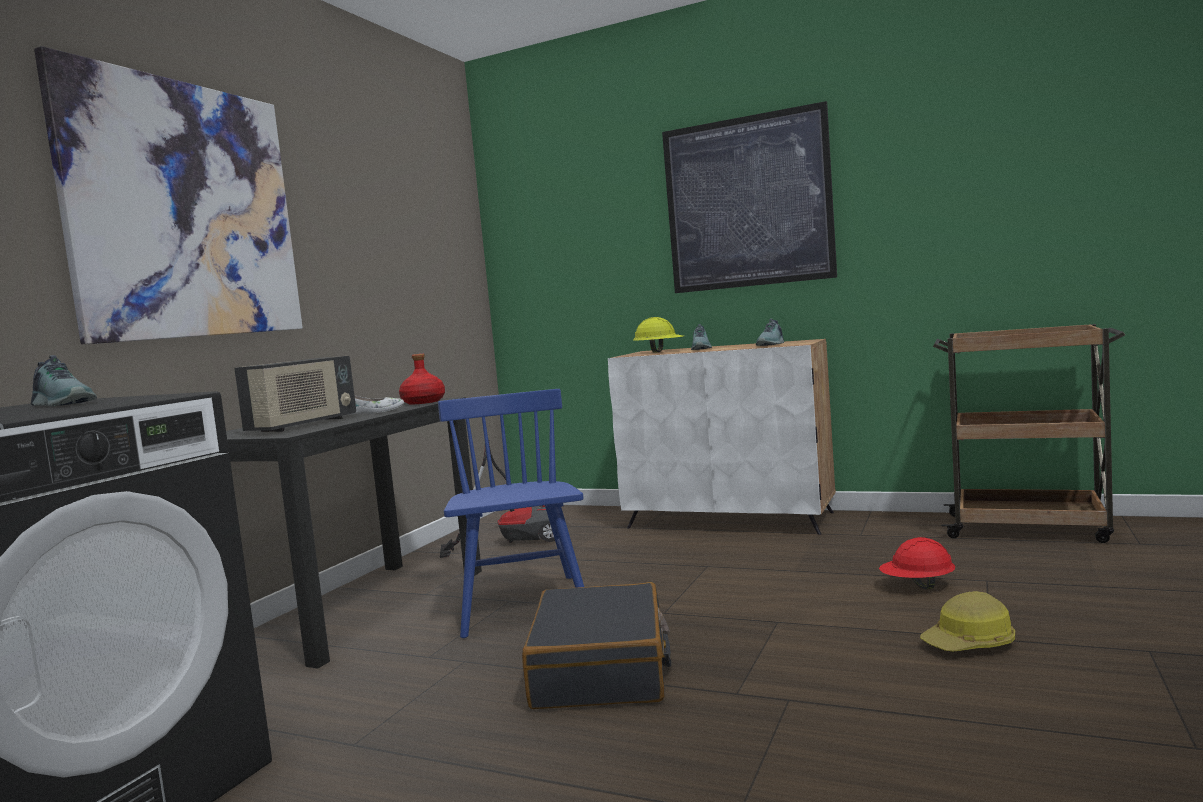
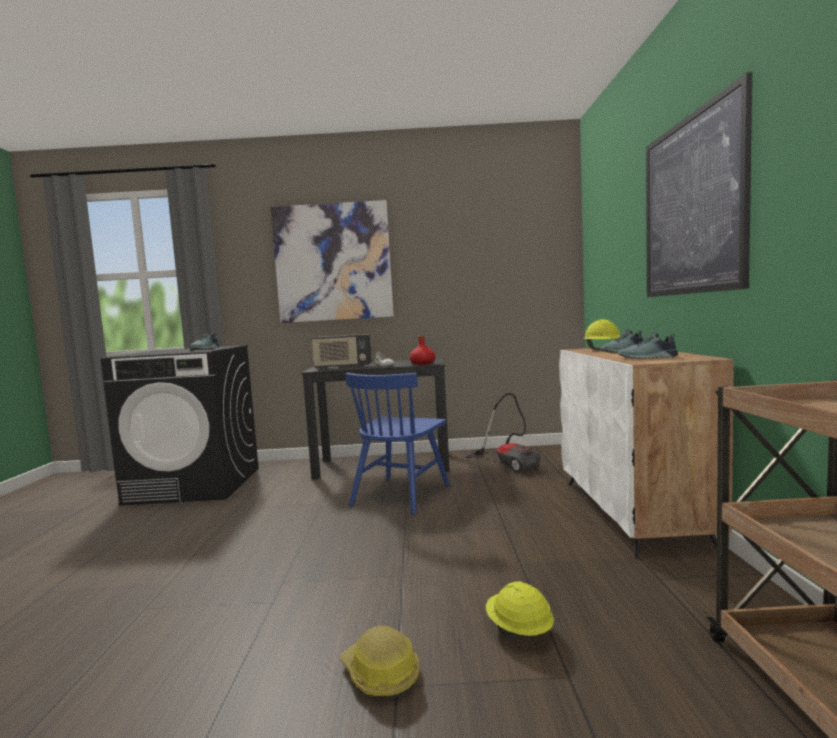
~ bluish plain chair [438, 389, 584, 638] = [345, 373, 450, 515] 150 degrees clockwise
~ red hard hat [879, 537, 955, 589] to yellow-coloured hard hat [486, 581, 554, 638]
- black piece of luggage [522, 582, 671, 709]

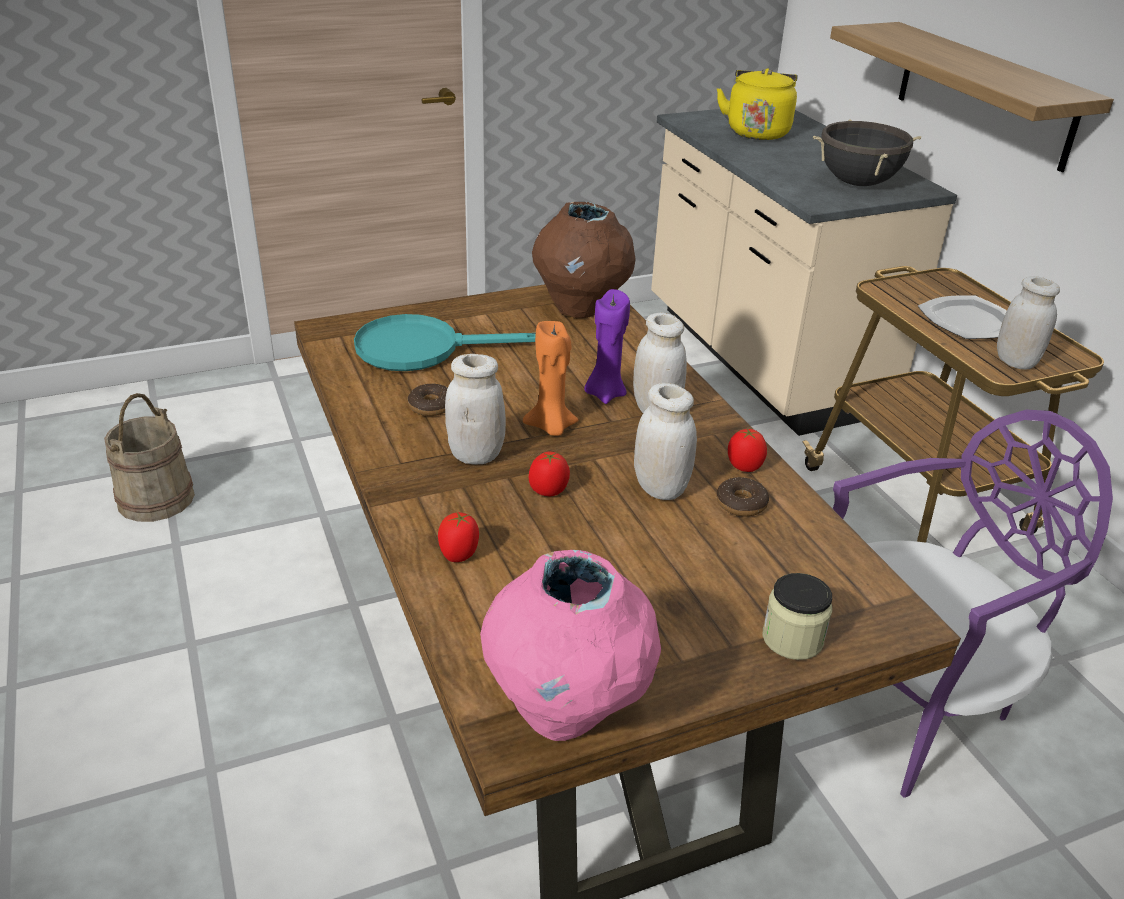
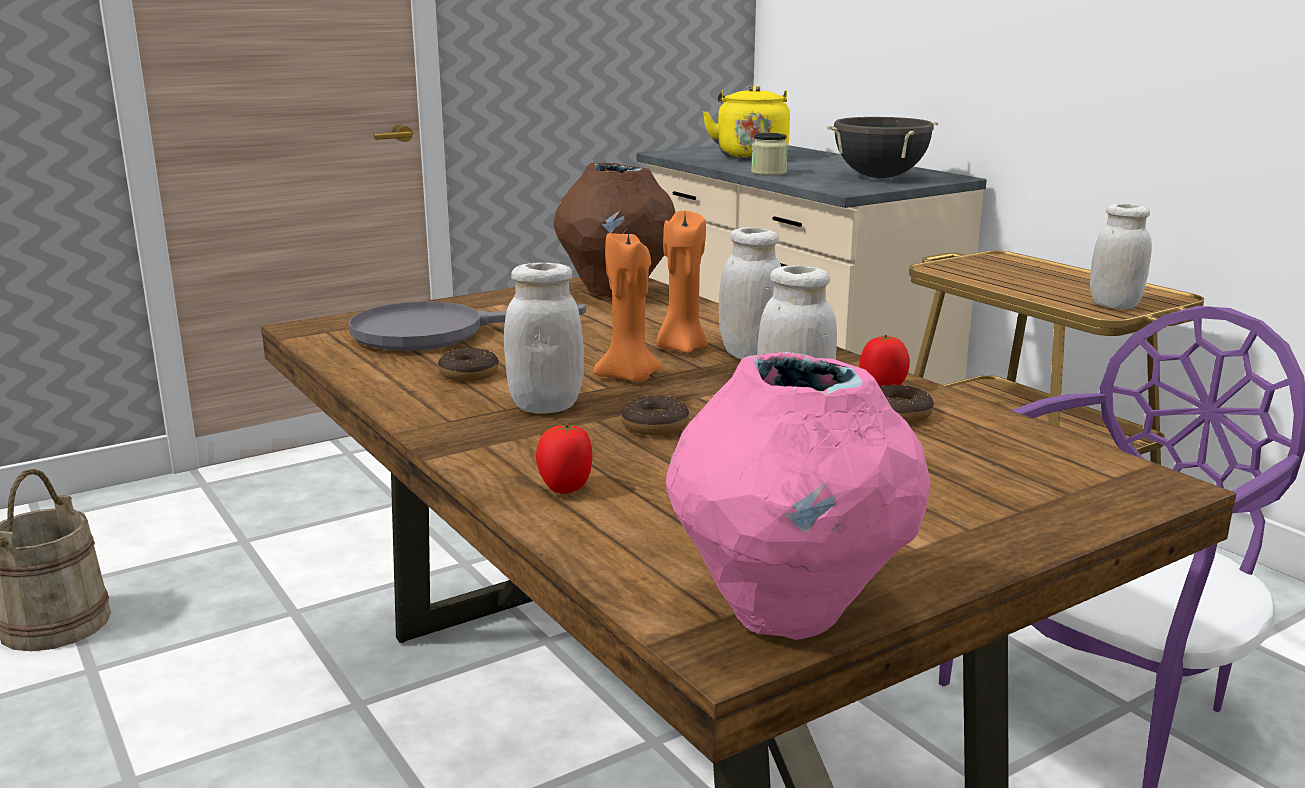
~ blue-green skillet [354, 314, 536, 371] to grey skillet [349, 301, 586, 351]
~ tomato [529, 452, 570, 496] to ring doughnut [621, 396, 689, 436]
~ purple wax light [584, 289, 630, 404] to orange wax light [656, 211, 708, 353]
~ storage jar [762, 573, 832, 660] to [751, 133, 788, 176]
- wall shelf [830, 22, 1114, 172]
- dinner plate [918, 295, 1007, 339]

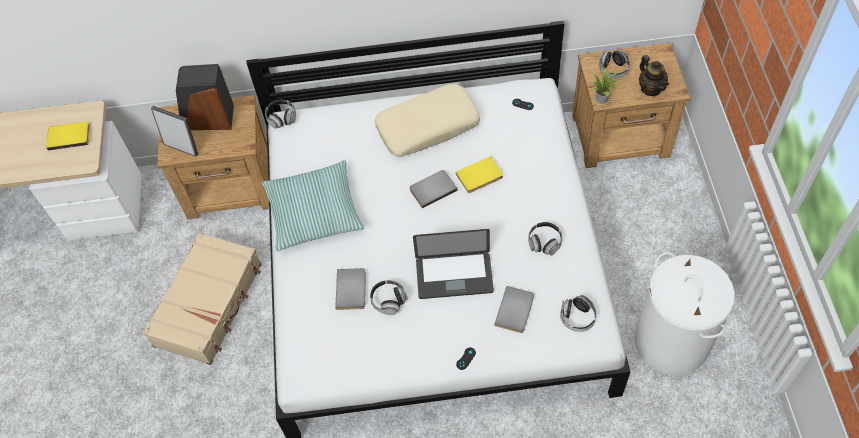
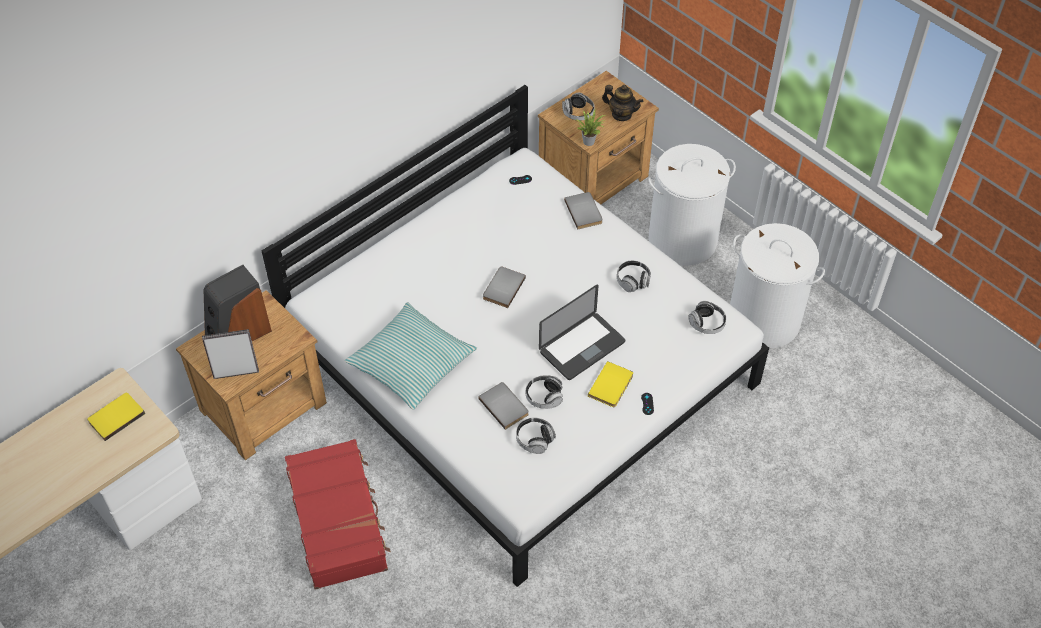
~ beige-coloured piece of luggage [143, 233, 262, 365] to red piece of luggage [285, 439, 391, 589]
~ headphones [265, 100, 296, 129] to [516, 418, 556, 454]
~ grey book [494, 286, 534, 333] to [564, 192, 603, 230]
~ yellow-coloured book [456, 156, 503, 193] to [588, 361, 633, 407]
+ white laundry basket [648, 144, 736, 266]
- beige-coloured throw pillow [375, 84, 480, 157]

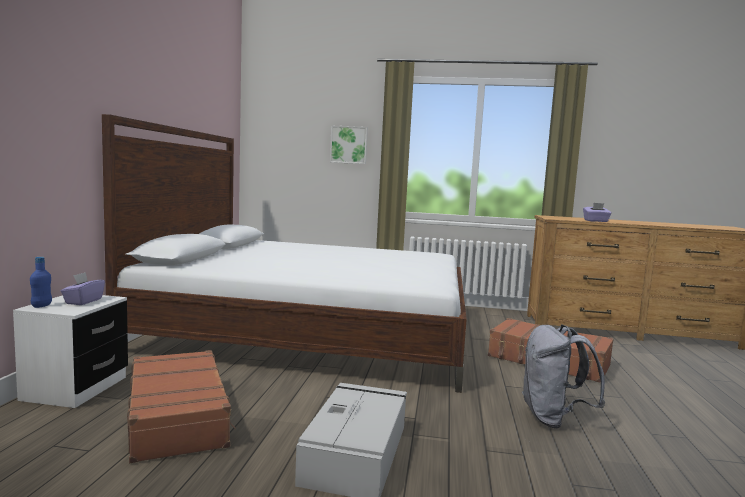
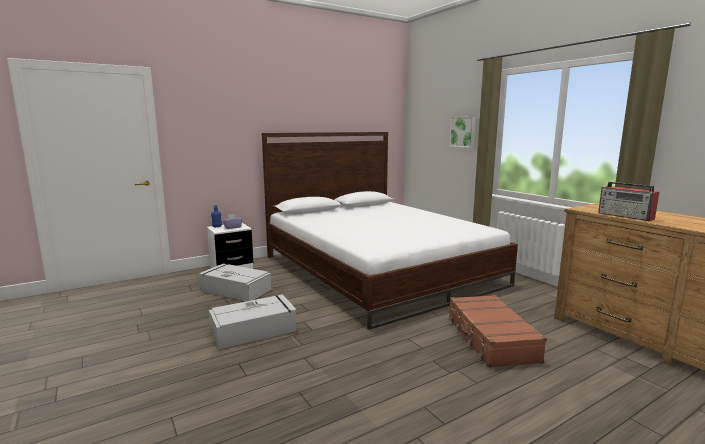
~ brownish piece of luggage [127, 350, 236, 463] to grey storage container [199, 263, 271, 301]
~ purple tissue holder [583, 203, 612, 222] to radio set [598, 182, 660, 221]
- grey knapsack [522, 324, 605, 429]

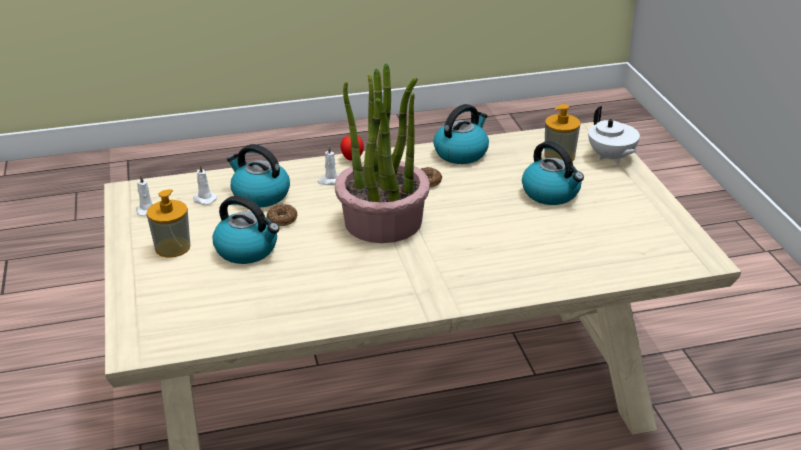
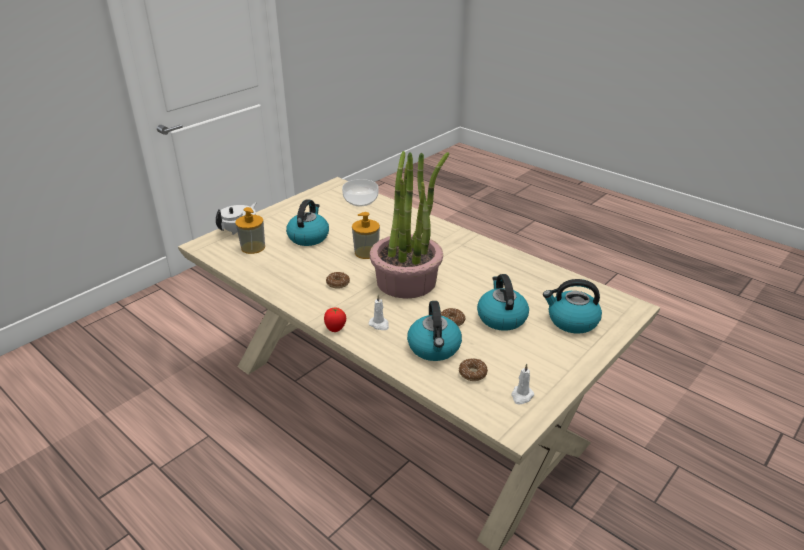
+ bowl [342, 179, 378, 206]
~ soap bottle [146, 189, 190, 258] to [352, 212, 380, 259]
~ white wax light [193, 164, 217, 205] to ring doughnut [459, 358, 488, 381]
~ kettle [433, 104, 489, 164] to [543, 279, 602, 334]

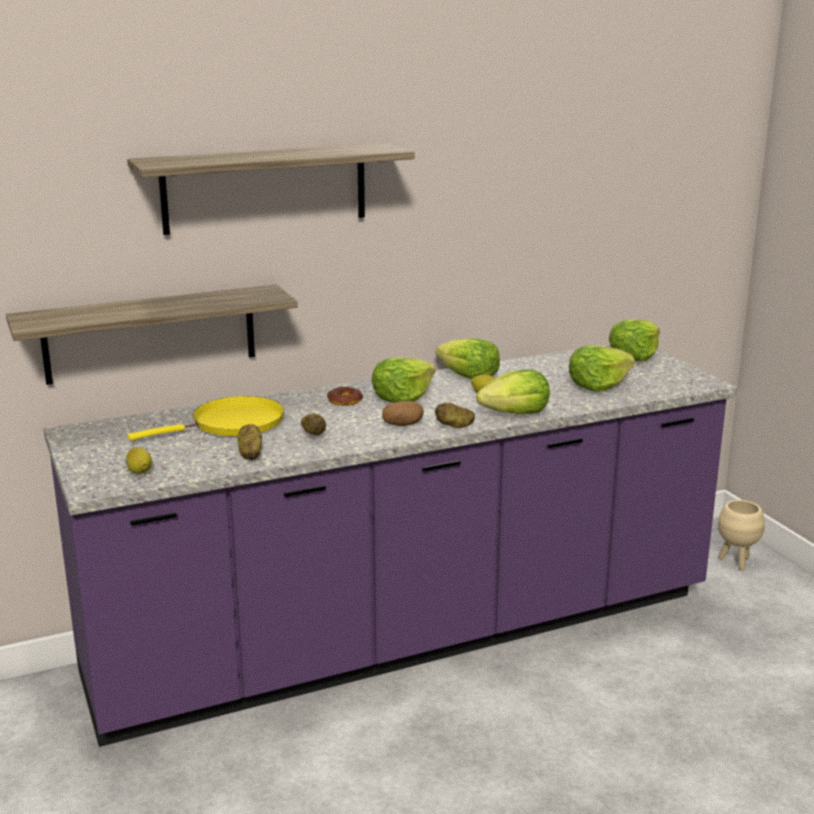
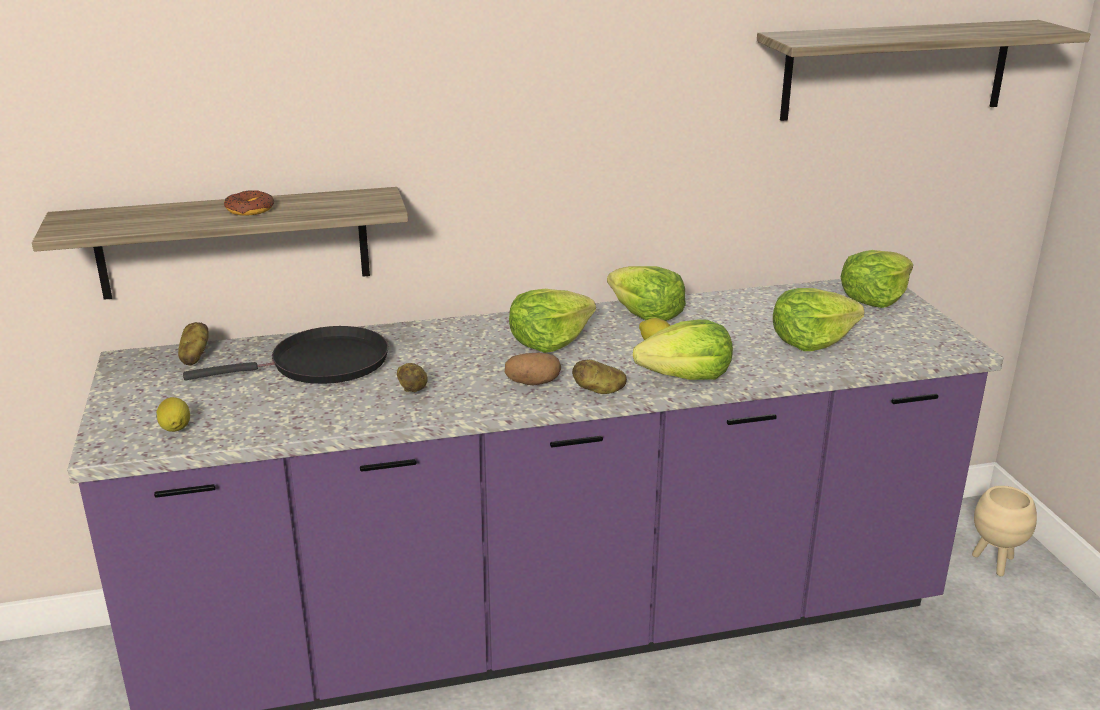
~ spud [238, 424, 262, 460] to [178, 322, 209, 366]
~ yellow-coloured skillet [128, 396, 284, 440] to black skillet [183, 326, 388, 384]
~ ring doughnut [327, 387, 363, 406] to [224, 190, 274, 215]
~ wall shelf [127, 143, 415, 235] to [757, 20, 1090, 121]

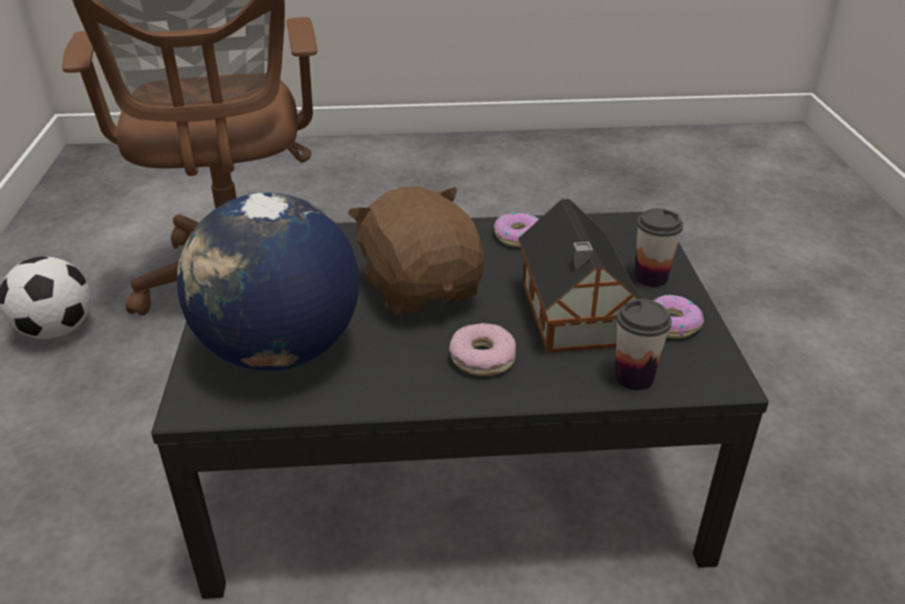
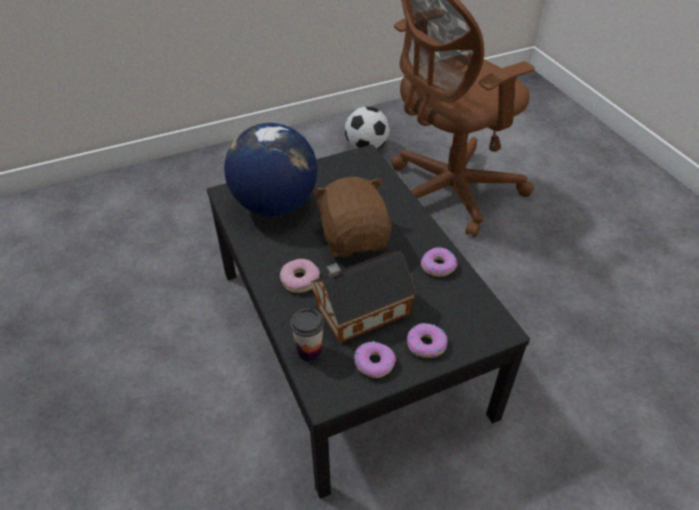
~ brownish soft toy [348, 186, 484, 316] = [312, 177, 392, 258] 60 degrees counterclockwise
~ small cup [634, 208, 683, 287] to ring doughnut [407, 323, 448, 358]

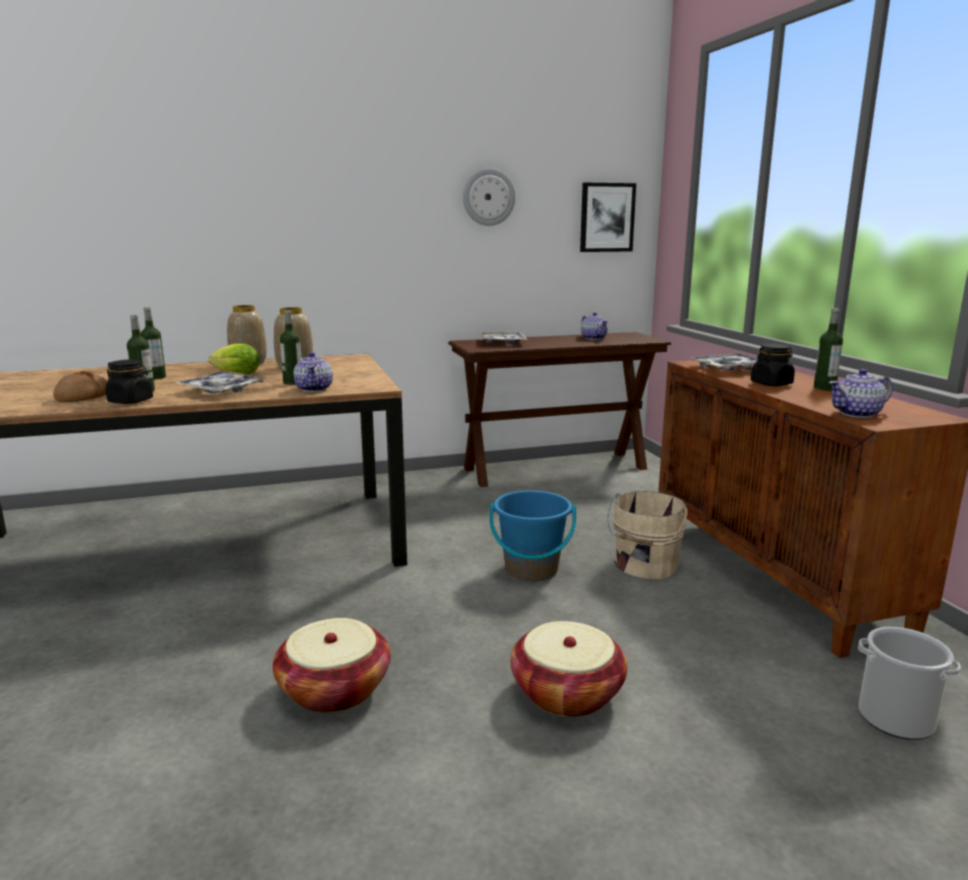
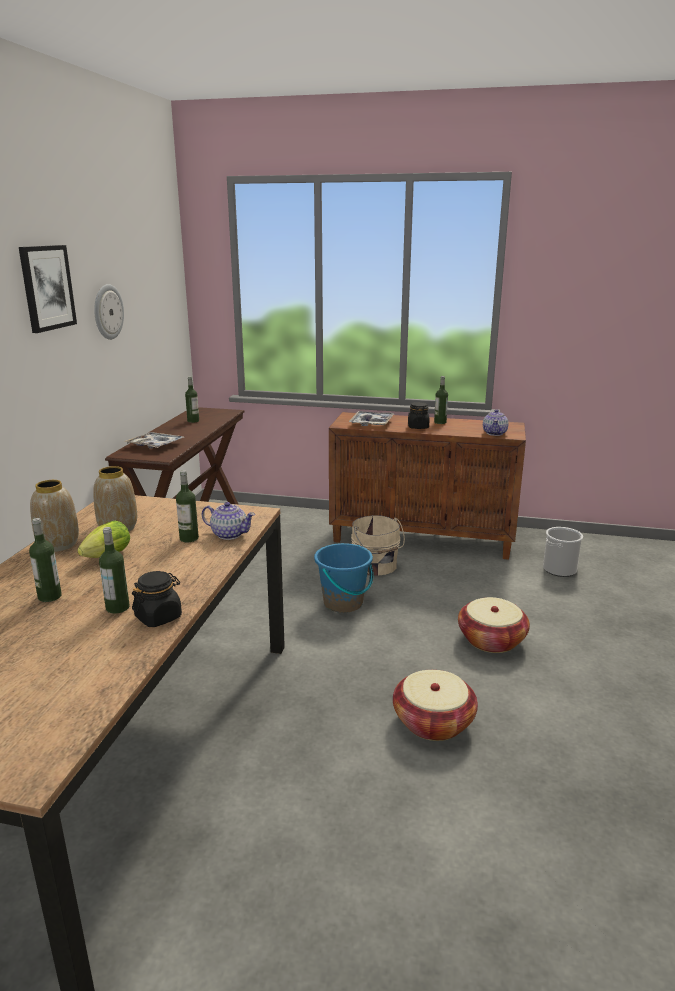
~ wall art [580, 182, 636, 252] to [19, 245, 77, 333]
~ teapot [581, 312, 608, 340] to drink bottle [185, 376, 199, 423]
- baked bread [53, 371, 108, 402]
- serving tray [176, 372, 268, 393]

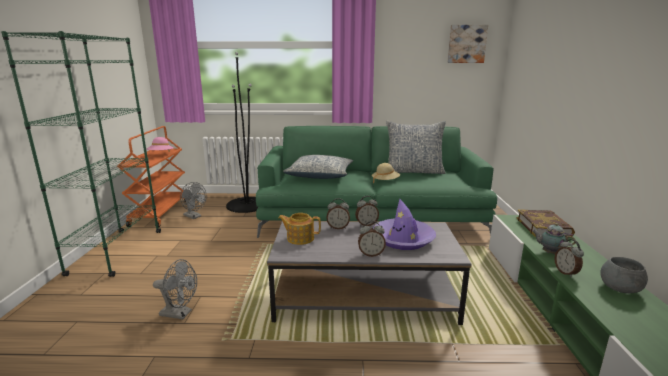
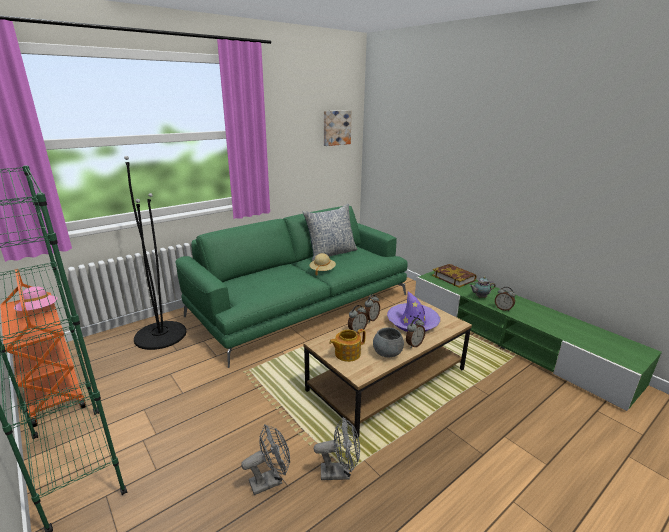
~ grey lounge table [267, 221, 471, 325] to brownish lounge table [303, 298, 472, 437]
~ grey cooling fan [180, 182, 207, 219] to [314, 417, 360, 480]
~ grey bowl [600, 257, 648, 293] to [373, 327, 404, 357]
- throw pillow [283, 155, 353, 179]

